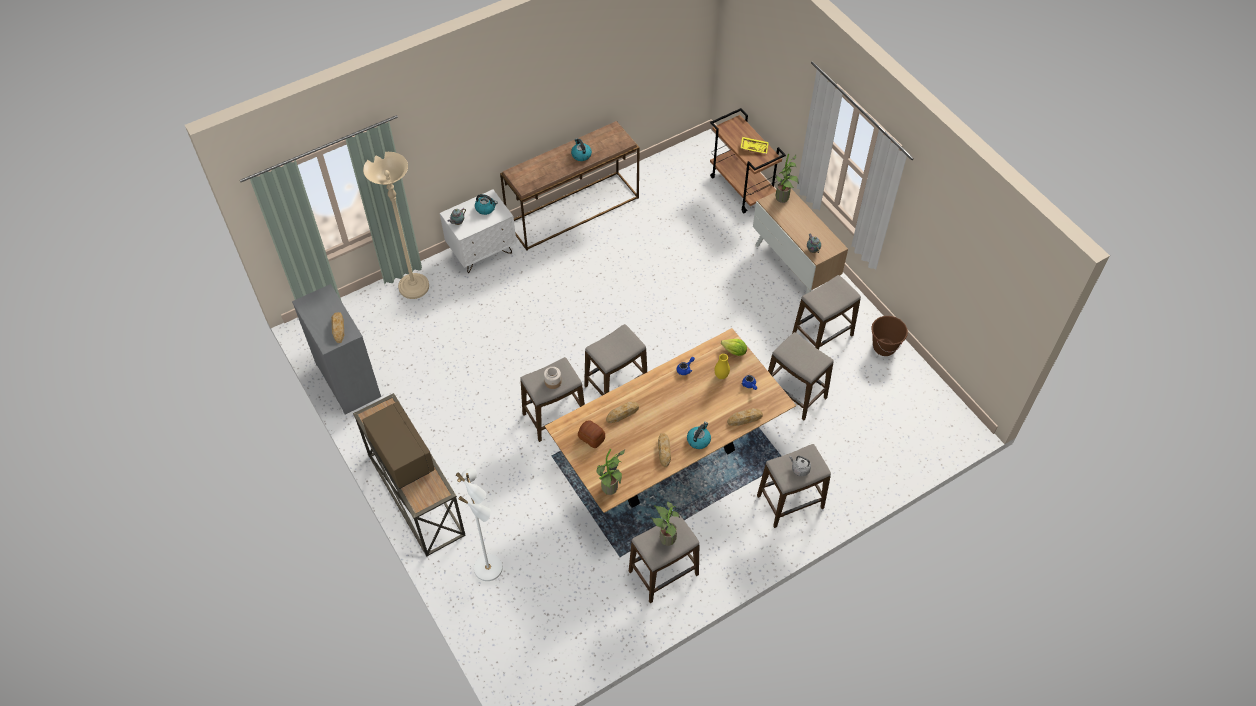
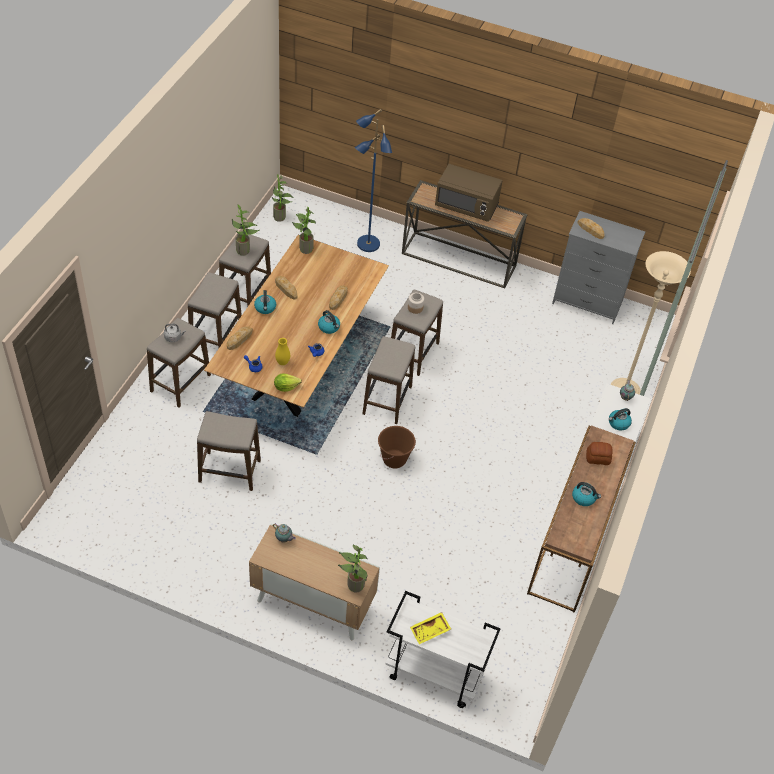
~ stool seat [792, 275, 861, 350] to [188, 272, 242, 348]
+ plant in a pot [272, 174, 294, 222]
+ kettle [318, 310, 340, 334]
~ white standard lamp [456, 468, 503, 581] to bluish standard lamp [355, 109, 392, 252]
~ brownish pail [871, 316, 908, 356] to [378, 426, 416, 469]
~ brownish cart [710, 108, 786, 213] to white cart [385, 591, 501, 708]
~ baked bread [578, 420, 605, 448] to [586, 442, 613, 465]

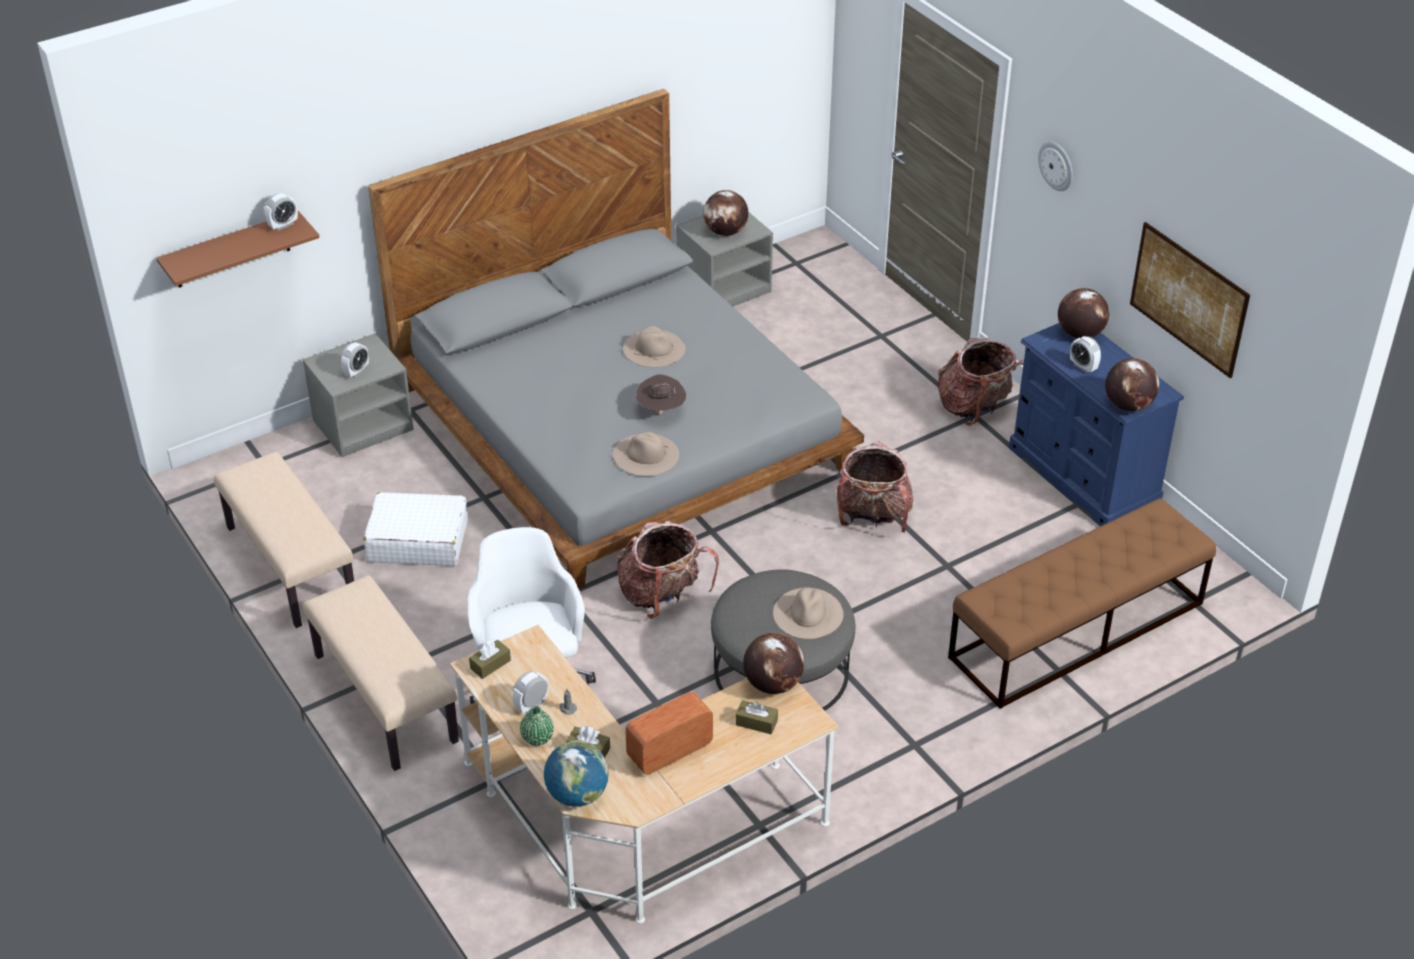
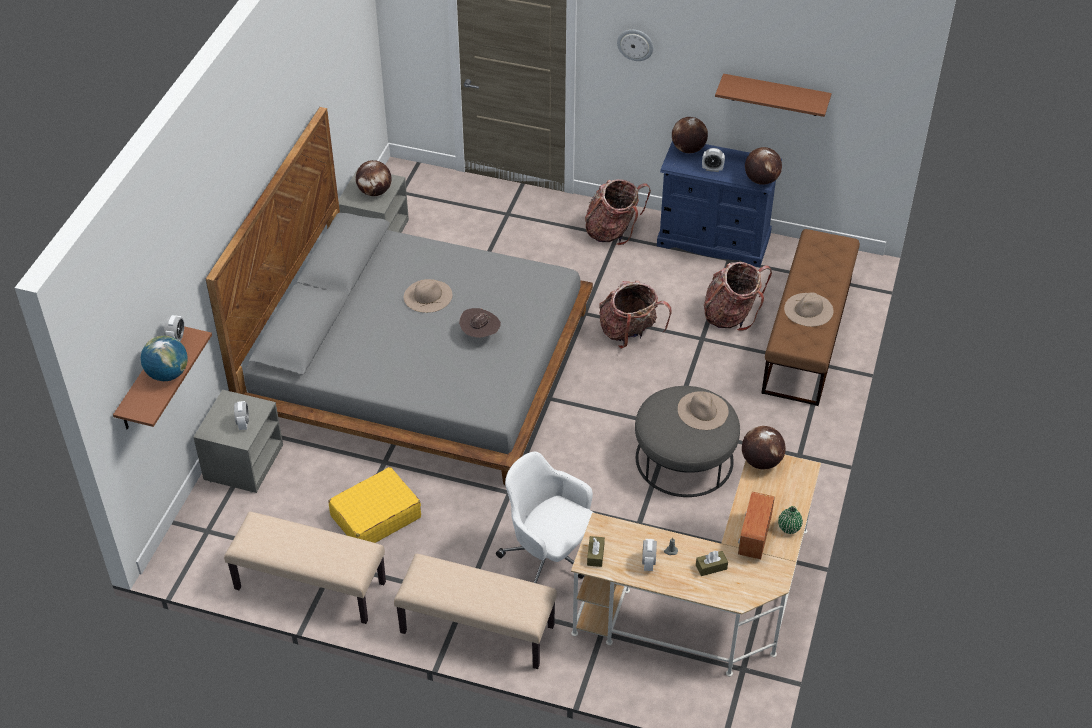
~ desk globe [544, 741, 609, 807] to [141, 335, 188, 381]
~ white piece of luggage [363, 492, 468, 566] to yellow-coloured piece of luggage [329, 467, 421, 543]
~ knapsack [616, 521, 719, 619] to [704, 262, 772, 331]
~ wall art [1130, 222, 1250, 378] to brownish wall shelf [715, 74, 832, 117]
~ green flower vase [520, 706, 554, 746] to [778, 506, 803, 534]
~ beige-coloured wearable hat [613, 432, 679, 476] to [784, 292, 833, 327]
- brownish tissue holder [736, 700, 778, 734]

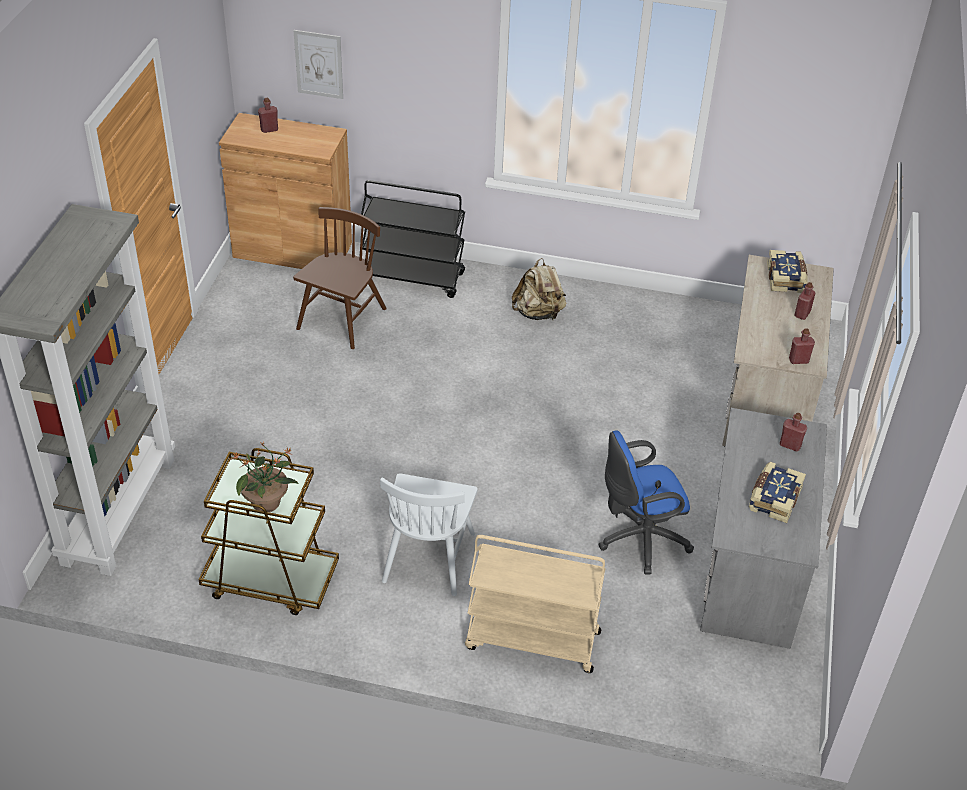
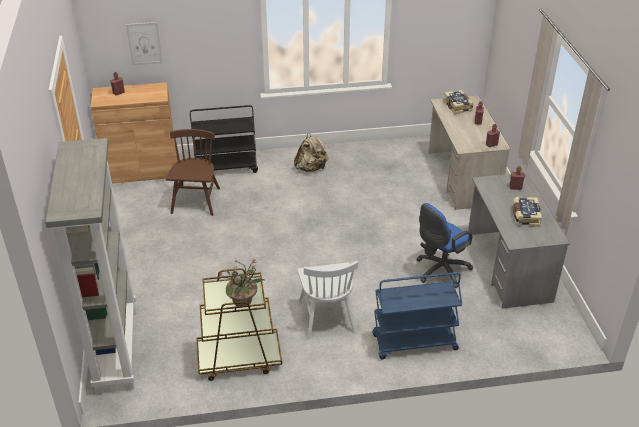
~ beige-coloured cart [465, 535, 606, 673] to bluish cart [372, 272, 463, 359]

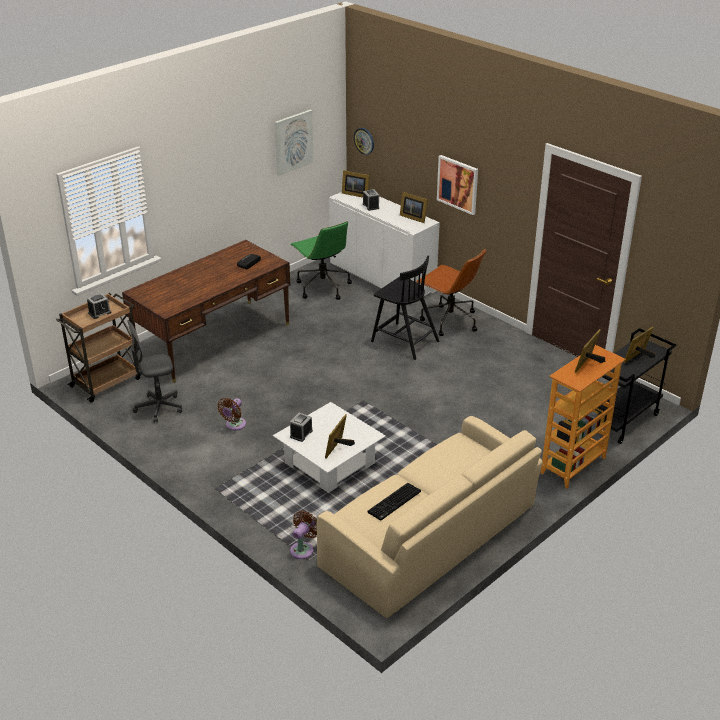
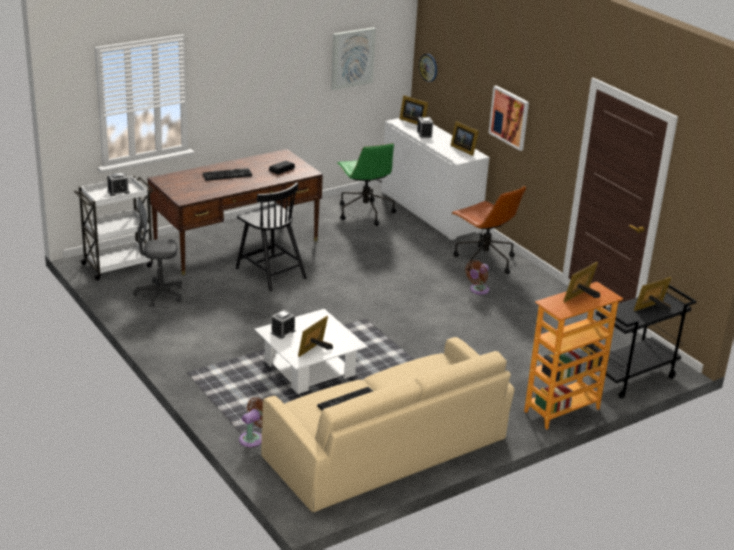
~ brownish cart [56, 293, 141, 403] to white cart [74, 175, 154, 281]
+ PC keyboard [203, 168, 252, 181]
~ black plain chair [371, 255, 440, 360] to [236, 182, 307, 291]
~ brownish cooling fan [217, 398, 246, 431] to [465, 260, 489, 295]

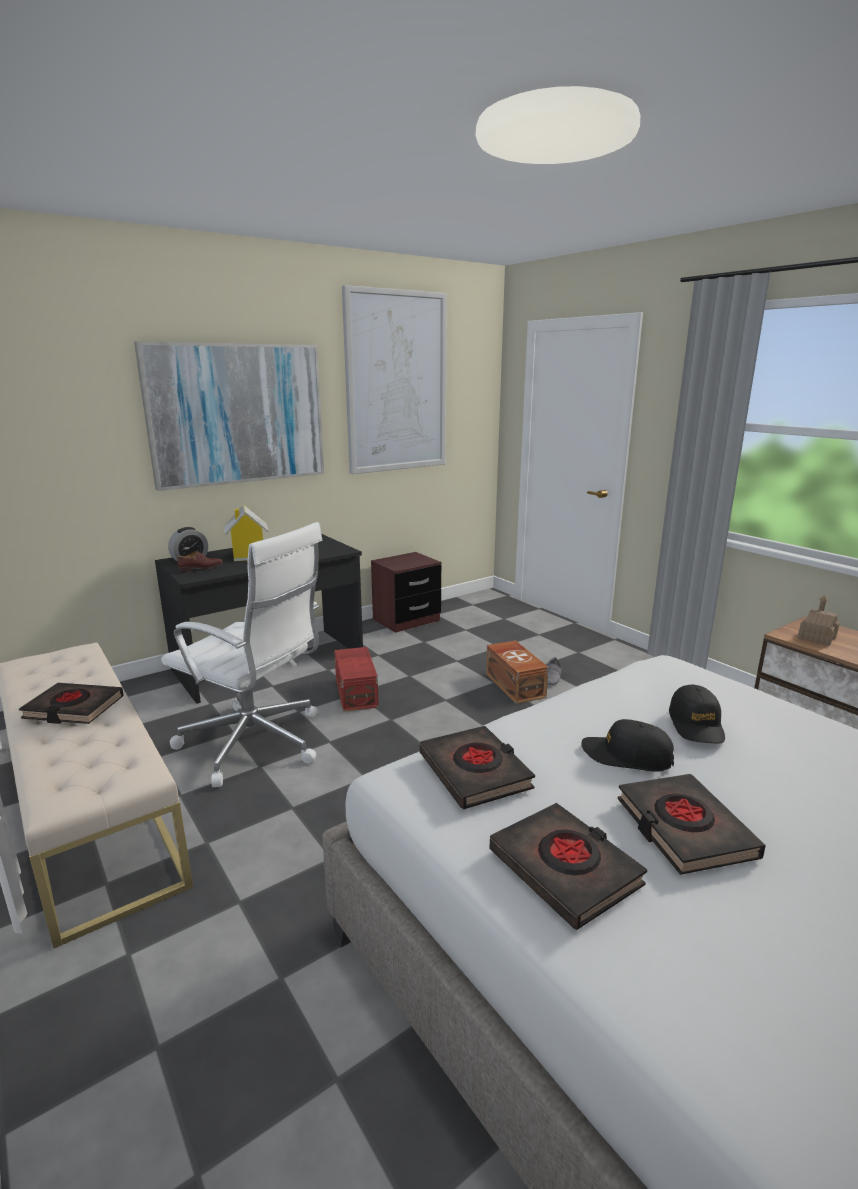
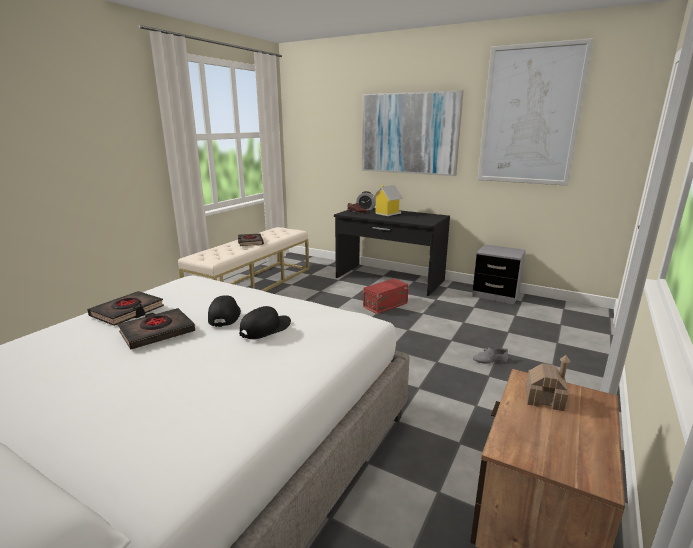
~ black peaked cap [669, 684, 725, 743] = [239, 306, 291, 339] 150 degrees clockwise
~ brownish bedside table [371, 552, 441, 633] to grey bedside table [472, 244, 526, 304]
- white office chair [161, 522, 322, 787]
- black book [420, 726, 535, 809]
- brownish storage container [486, 640, 549, 704]

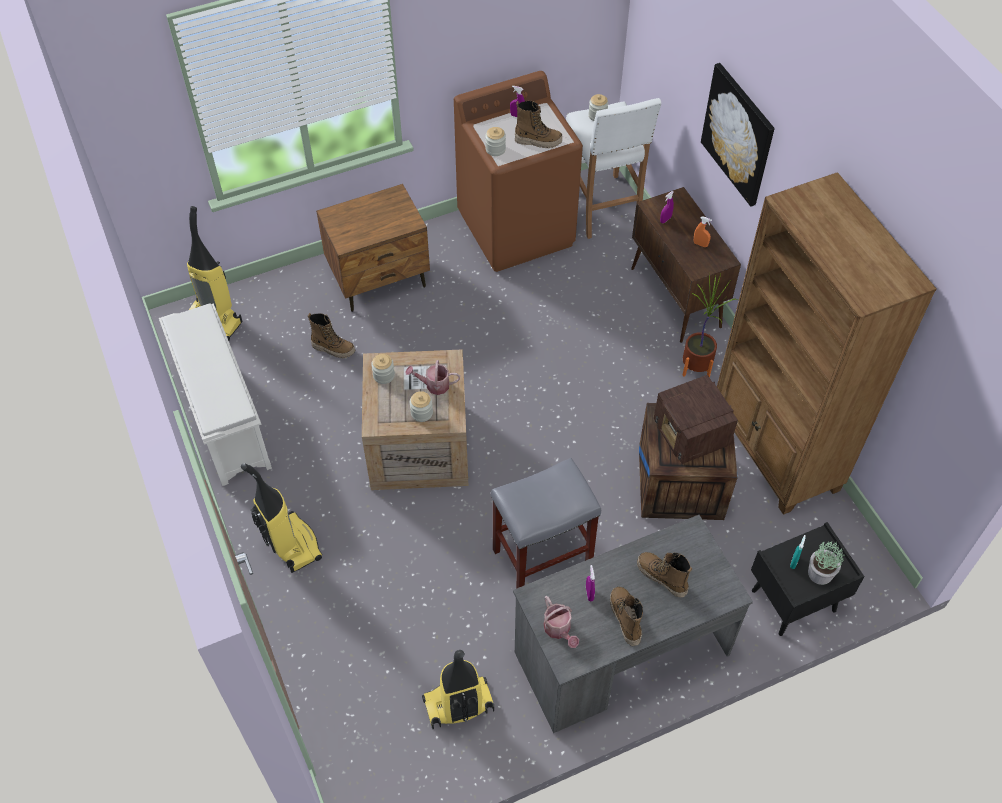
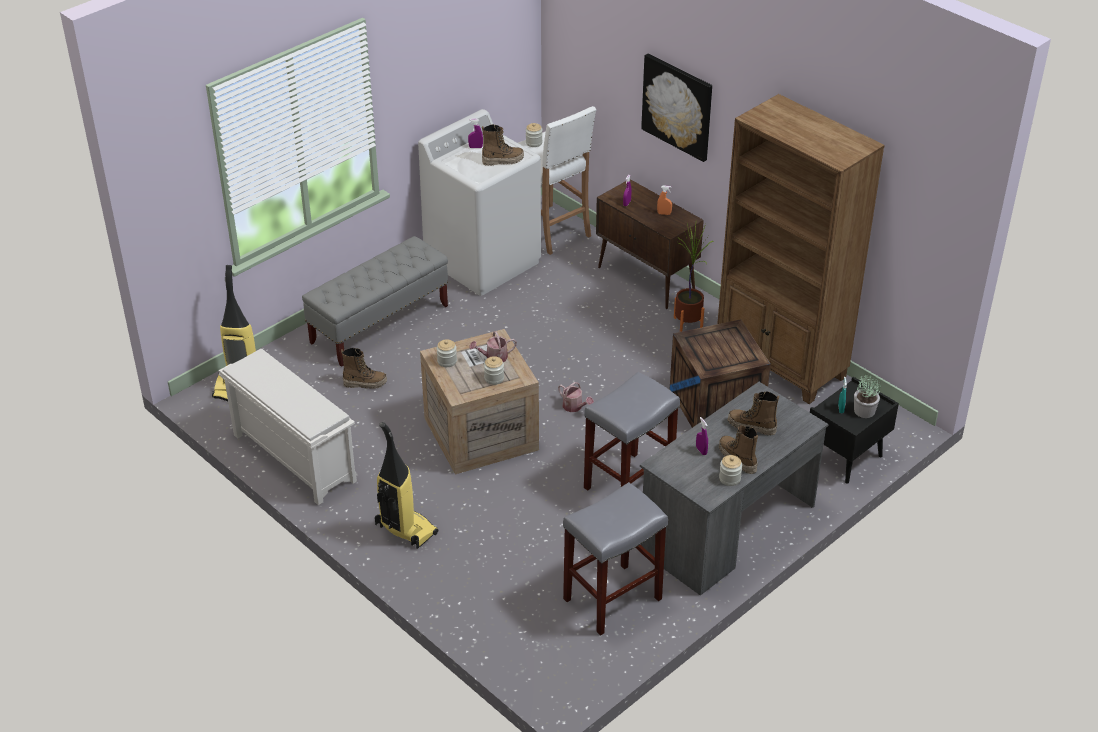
~ brownish bedside table [316, 184, 430, 312] to grey indoor bench [302, 236, 448, 367]
~ brownish laundry appliance [454, 71, 583, 272] to white laundry appliance [418, 109, 541, 296]
~ watering pot [544, 596, 579, 648] to [558, 382, 594, 412]
~ vacuum cleaner [422, 650, 494, 729] to grey stool seat [563, 482, 668, 636]
~ storage jar [485, 127, 506, 156] to [719, 455, 742, 486]
- radio set [654, 375, 738, 464]

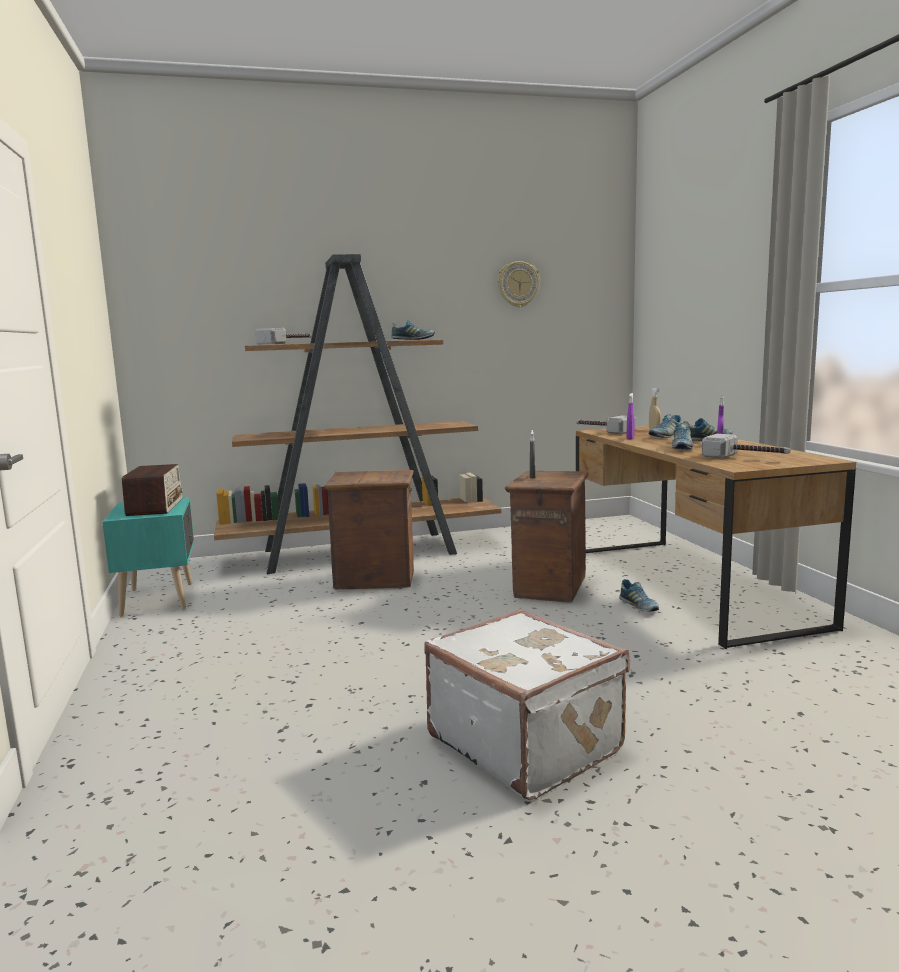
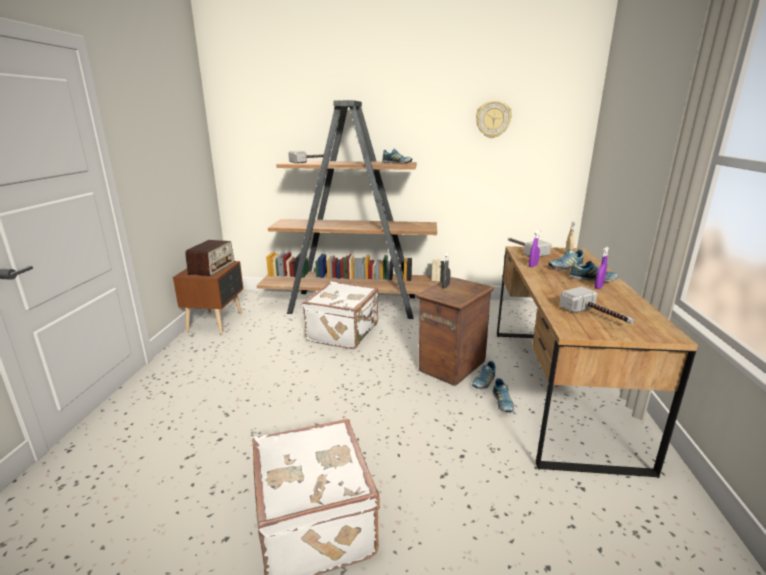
~ blue-green bedside table [102, 497, 194, 616] to brownish bedside table [173, 261, 243, 334]
~ shipping crate [325, 470, 414, 589] to white piece of luggage [302, 281, 379, 349]
~ shoe [672, 423, 693, 450] to [472, 361, 496, 389]

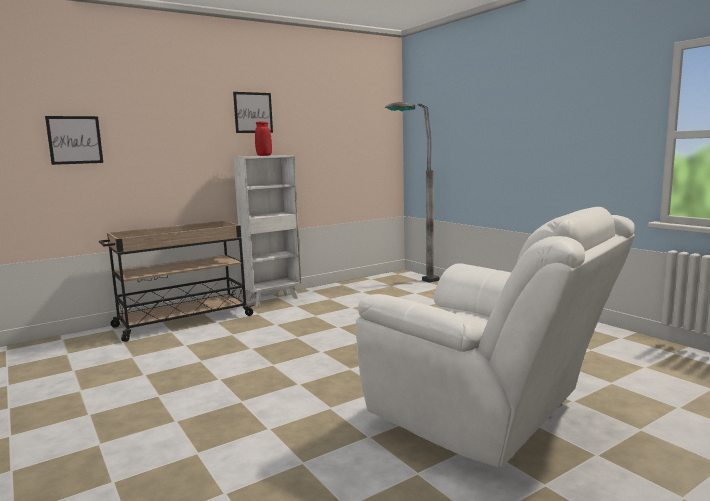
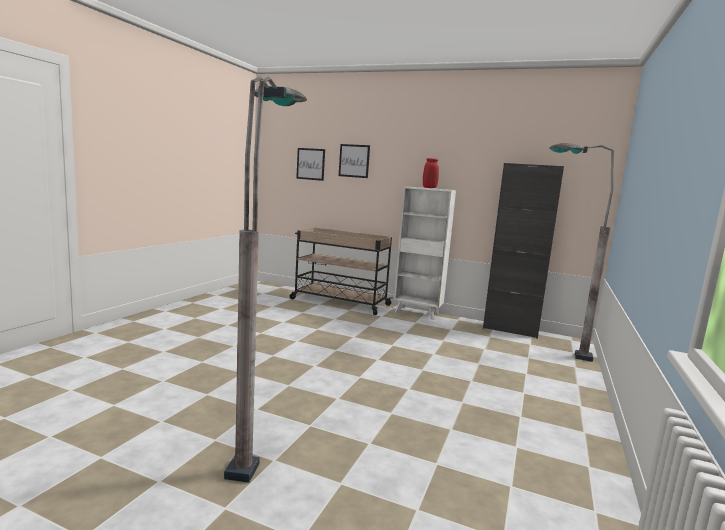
~ white lounge chair [356, 207, 635, 467] to grey standard lamp [224, 76, 307, 483]
~ wall art [233, 92, 273, 133] to [339, 144, 370, 178]
+ black storage cabinet [483, 163, 564, 339]

